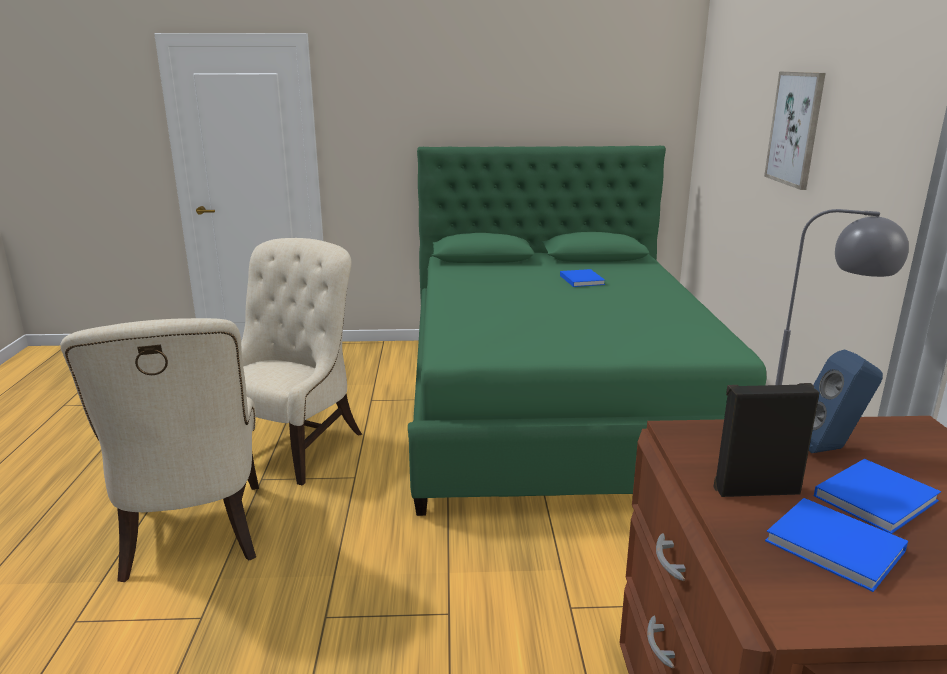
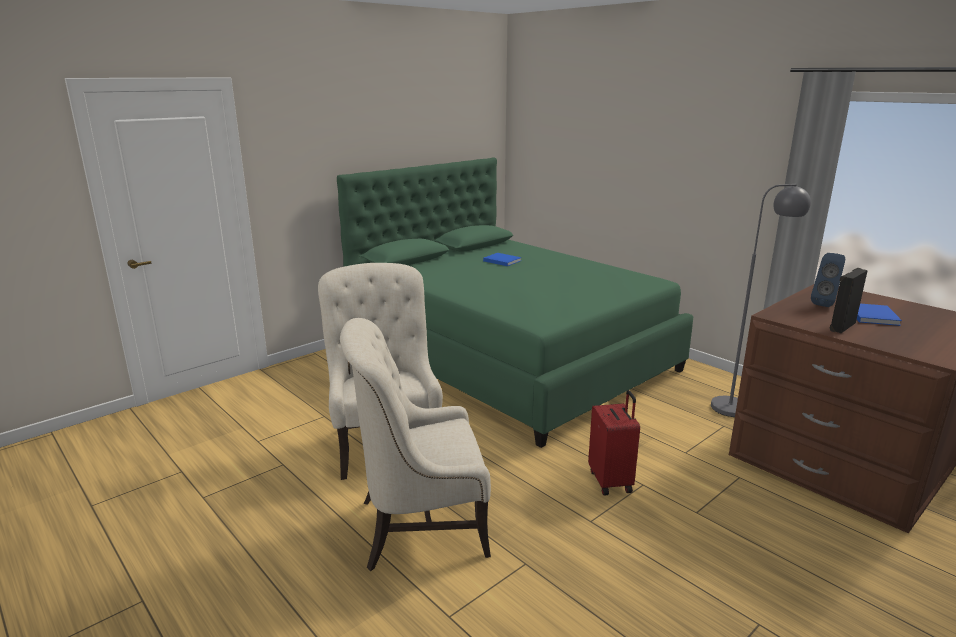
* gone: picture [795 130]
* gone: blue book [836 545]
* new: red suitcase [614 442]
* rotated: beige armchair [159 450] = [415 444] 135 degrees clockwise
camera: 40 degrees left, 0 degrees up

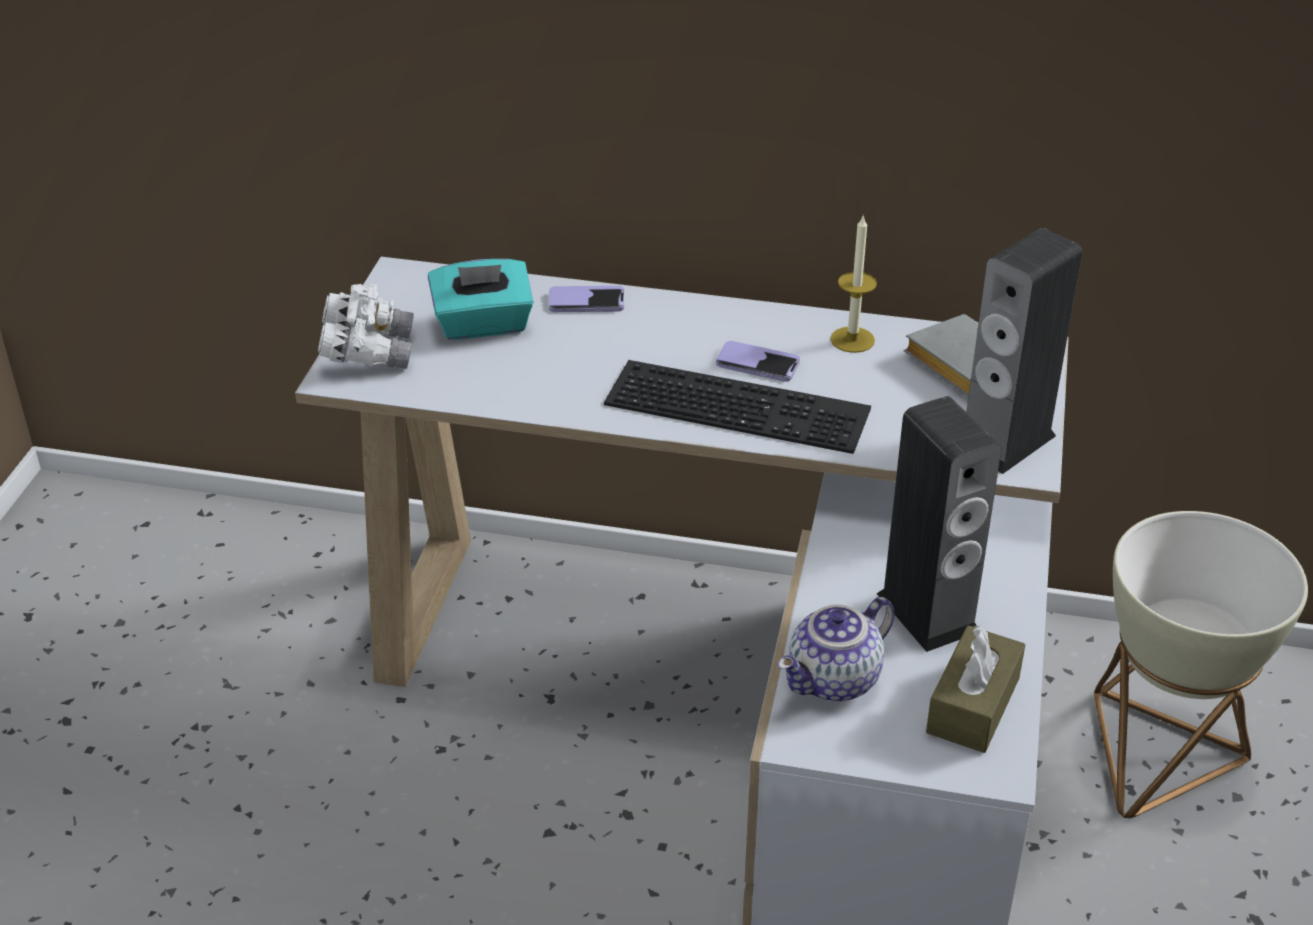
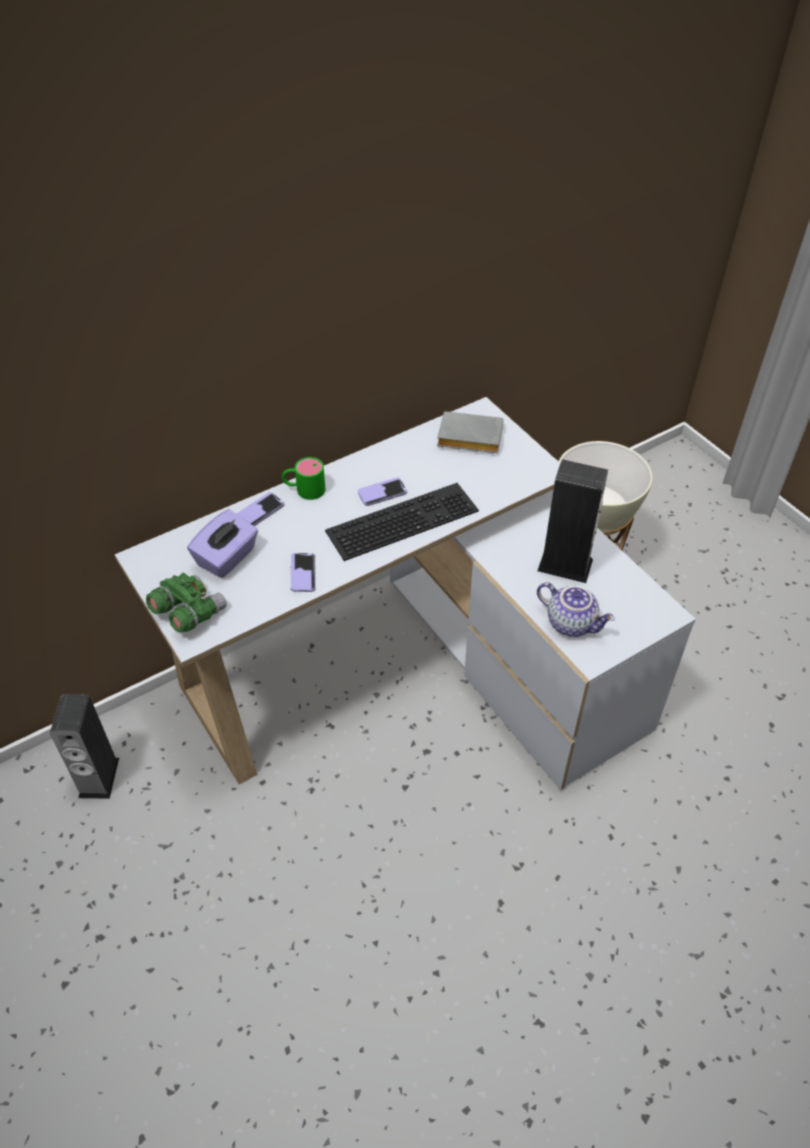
* gone: candle [853 284]
* gone: brown tissue box [975 689]
* new: green mug [304 478]
* new: phone [303 572]
* shifted: speaker [1024 351] to [84 746]
* repainted: white binoculars [366 326] to green binoculars [186 602]
* repainted: turquoise tissue box [481 299] to purple tissue box [222 543]
* rotated: teapot [836 649] = [576 609] 60 degrees counterclockwise
camera: 45 degrees left, 10 degrees up

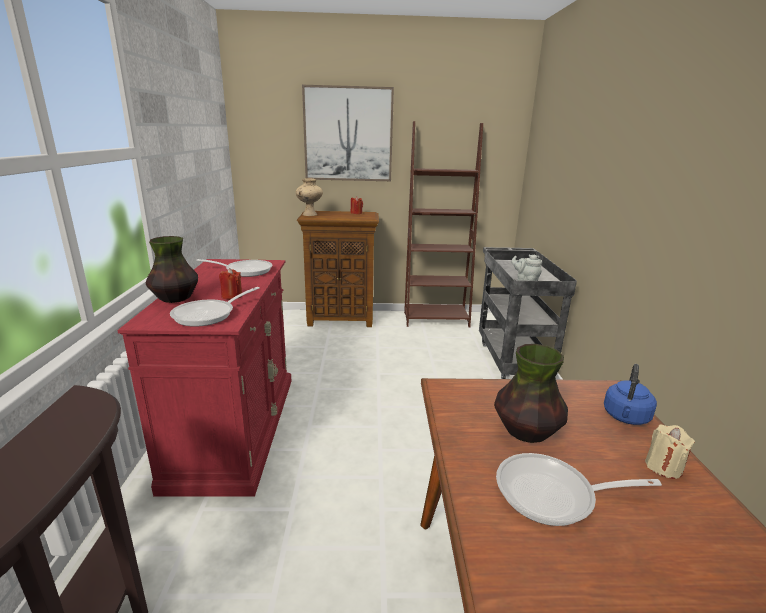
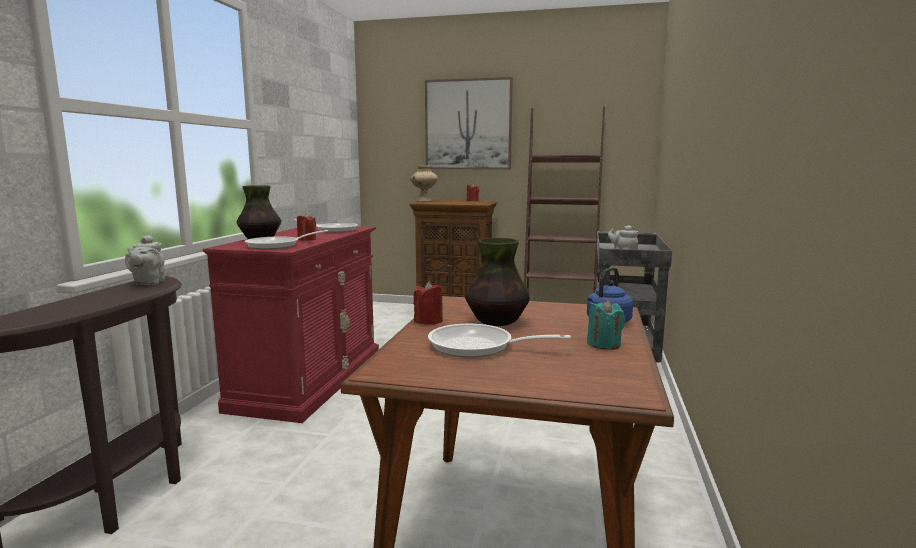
* new: grey teapot [145 260]
* new: red candle [428 303]
* repainted: beige candle [670 451] to turquoise candle [606 325]
camera: 15 degrees right, 10 degrees down

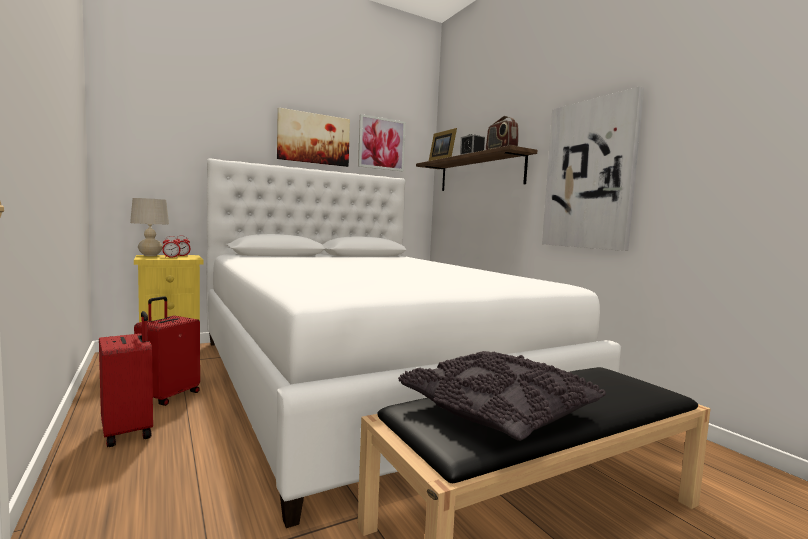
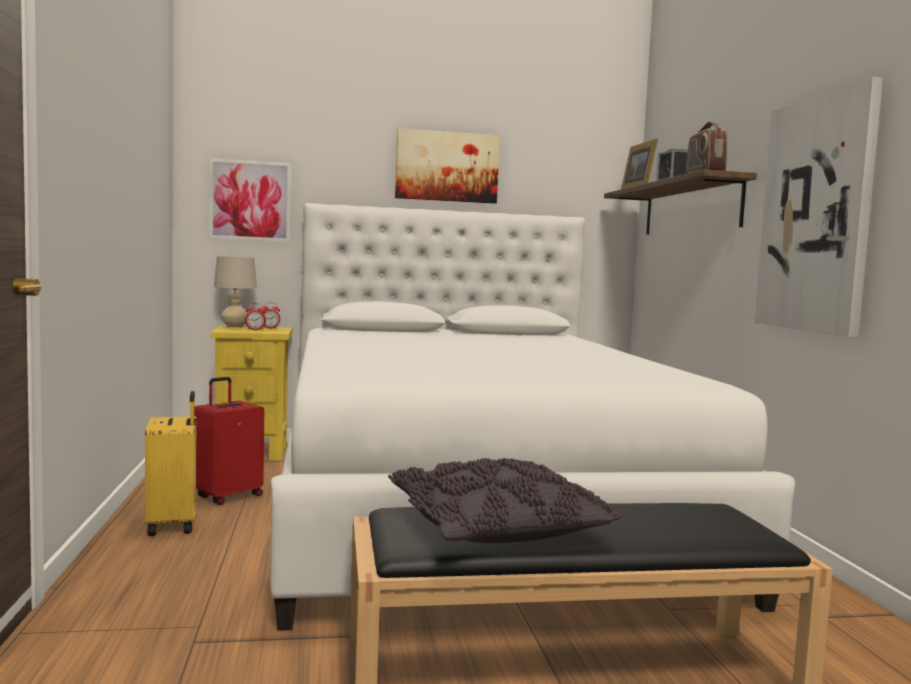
* shifted: picture [382 142] to [250 200]
* repainted: red suitcase [126 379] to yellow suitcase [170 463]
camera: 20 degrees right, 0 degrees up

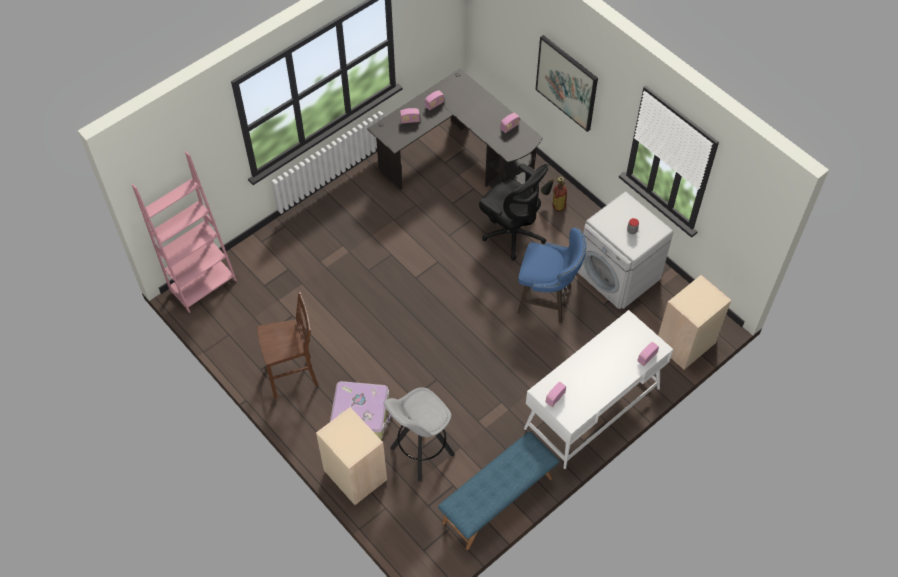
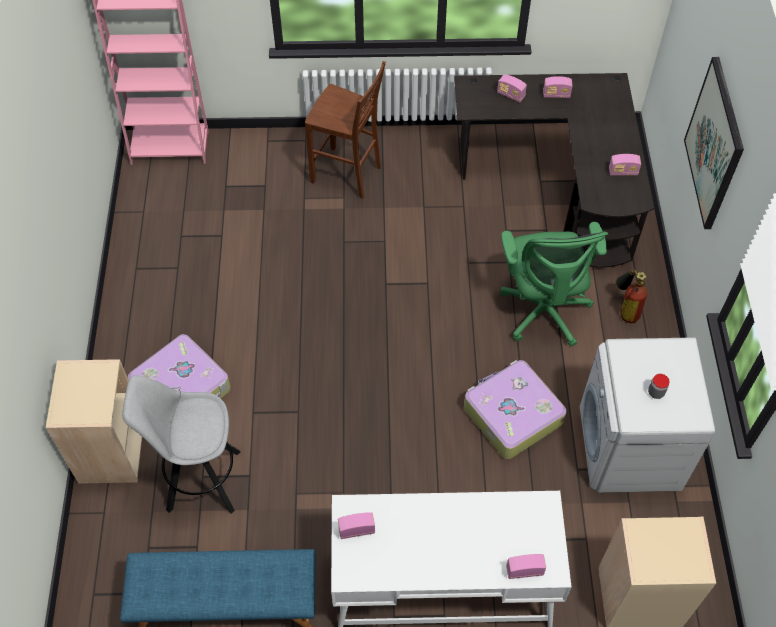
* shifted: brown stool [287 345] to [345 130]
* swapped: blue stool [552 275] to suitcase [515 409]
* repainted: black office chair [514 212] to green office chair [554 284]
camera: 40 degrees right, 0 degrees up

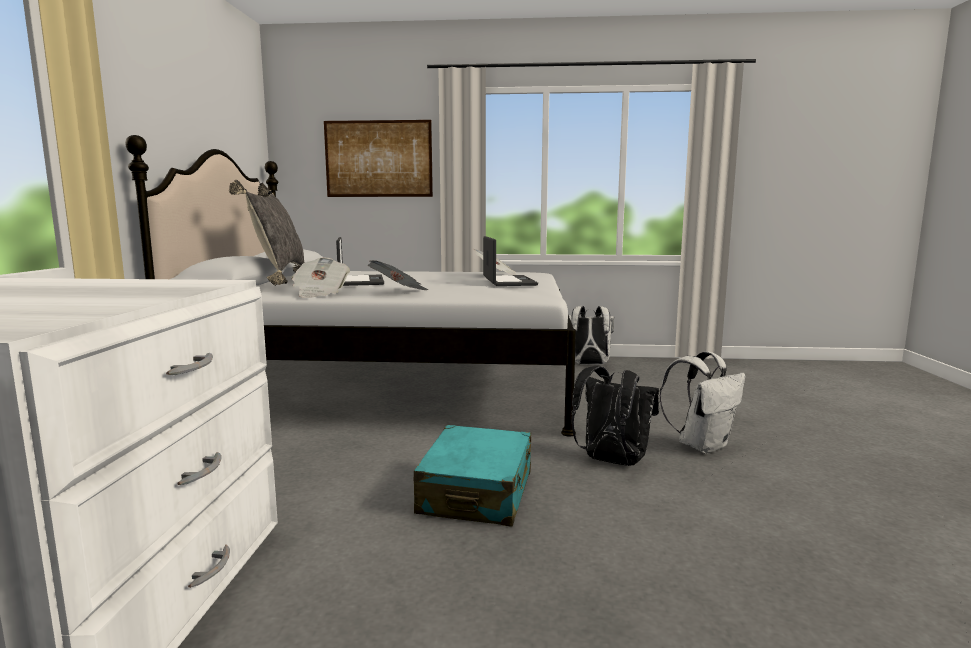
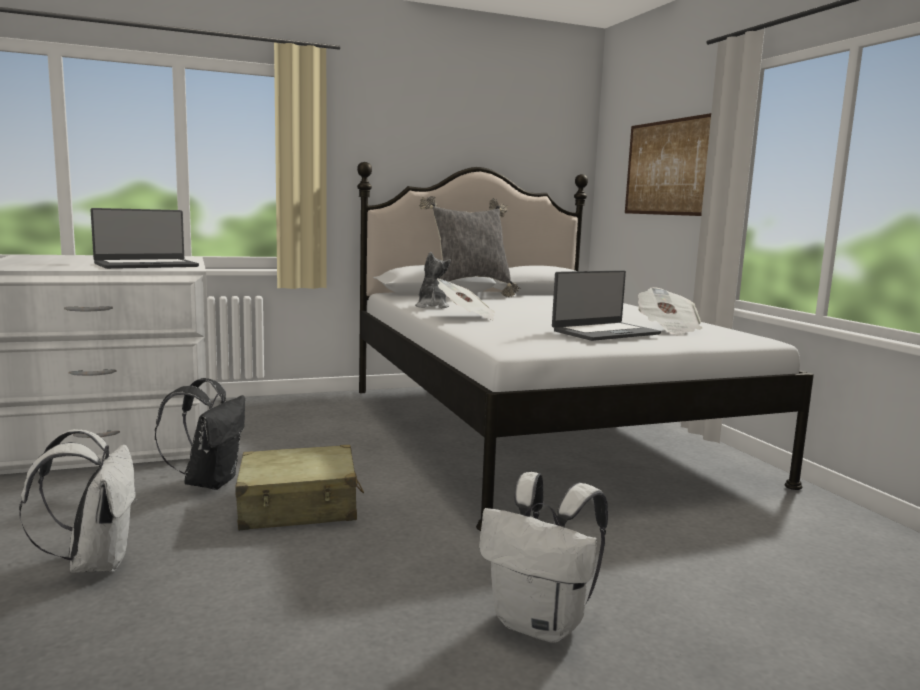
* shifted: laptop [360 261] to [144 238]
* shifted: white backpack [591 335] to [78 501]
* shifted: black backpack [615 416] to [200 434]
* swapped: newspaper [321 277] to plush toy [433 280]
* repainted: turquoise suitcase [472 475] to beige suitcase [299 487]
camera: 65 degrees right, 0 degrees up

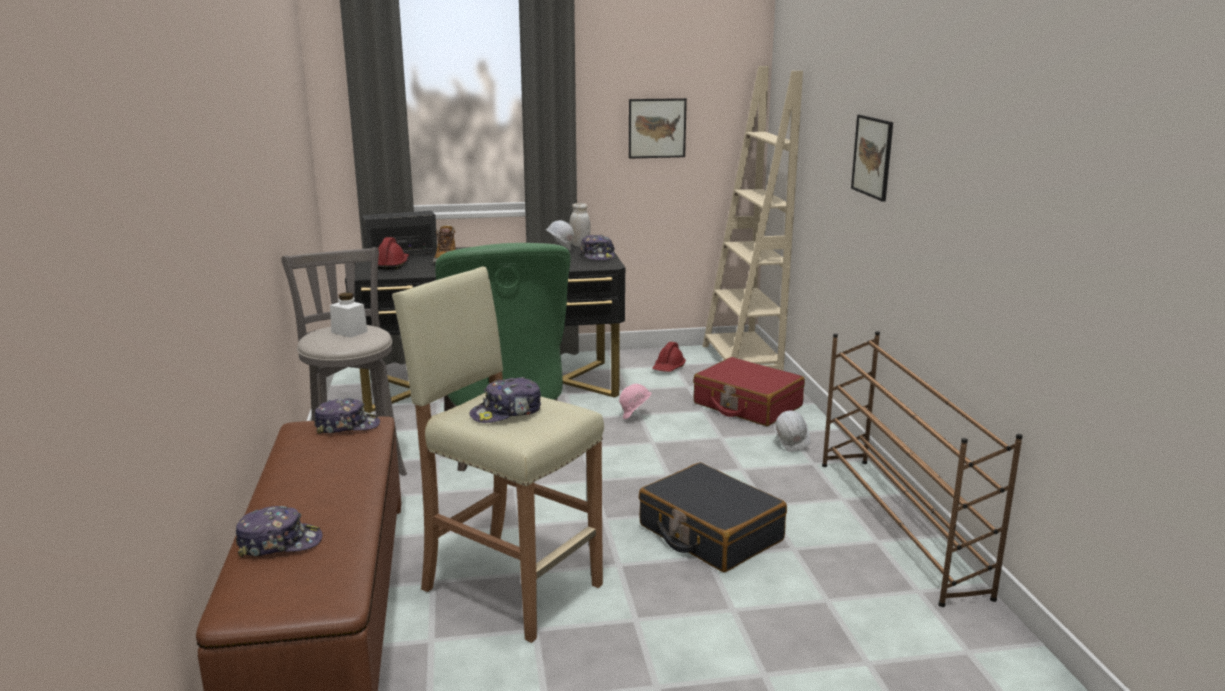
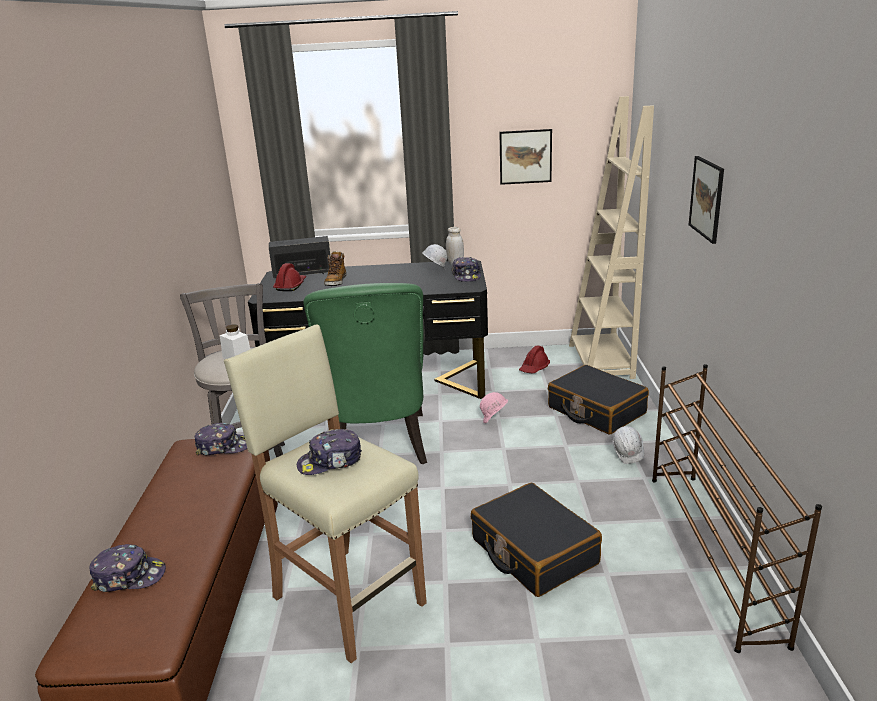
* repainted: red suitcase [749 391] to black suitcase [598 400]
camera: 10 degrees right, 5 degrees up

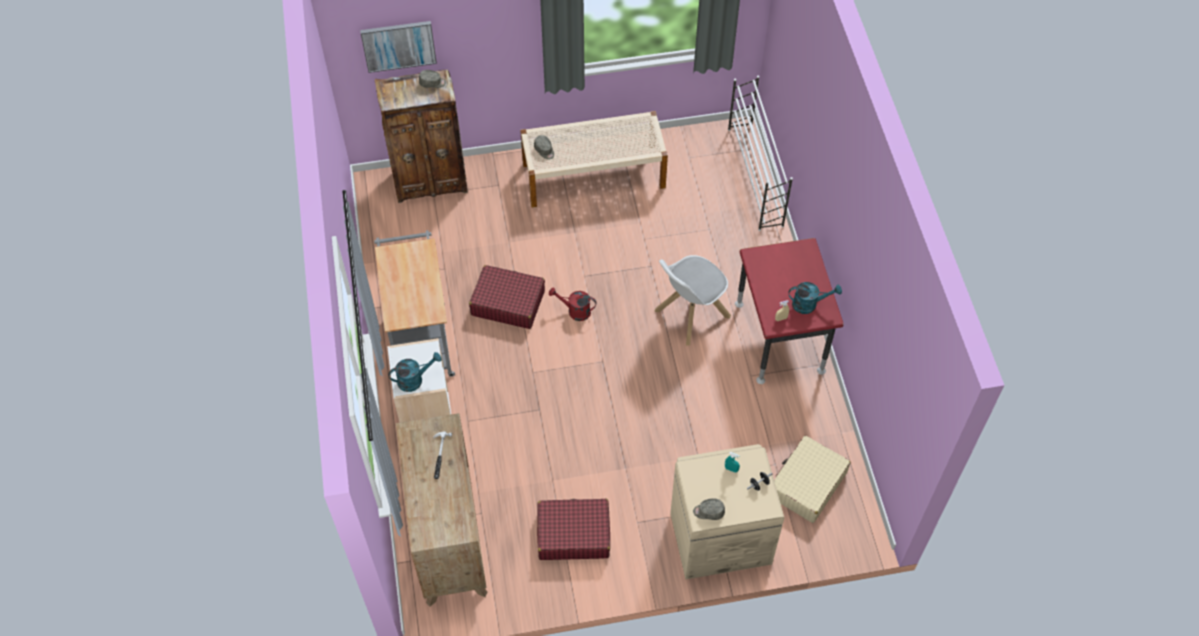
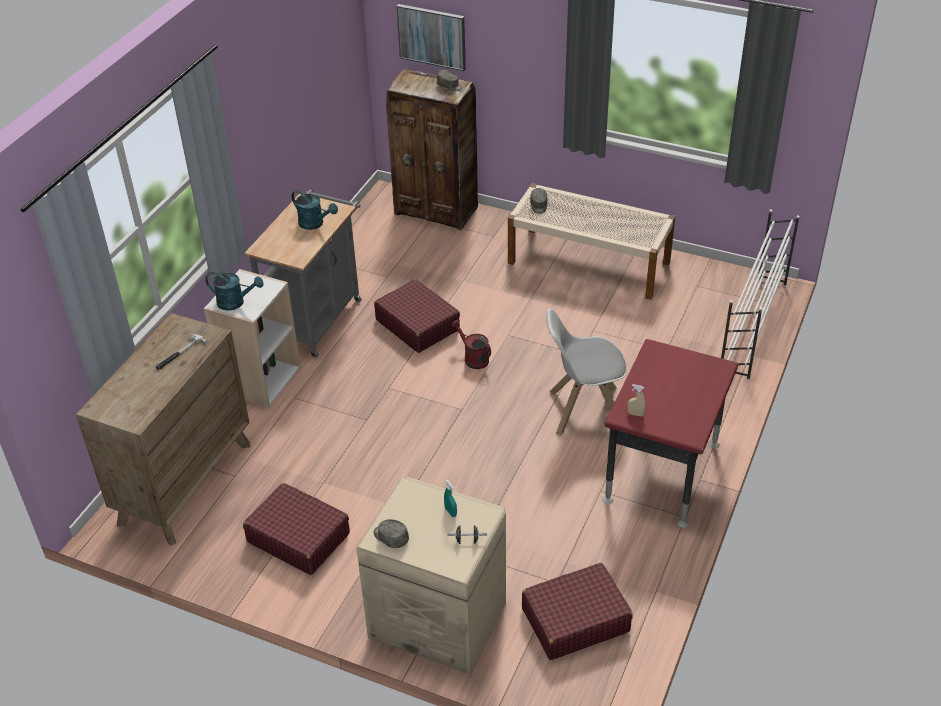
* shifted: turquoise watering can [815 298] to [315 210]
* repainted: beige suitcase [812 479] to red suitcase [577 611]
camera: 35 degrees right, 15 degrees down

